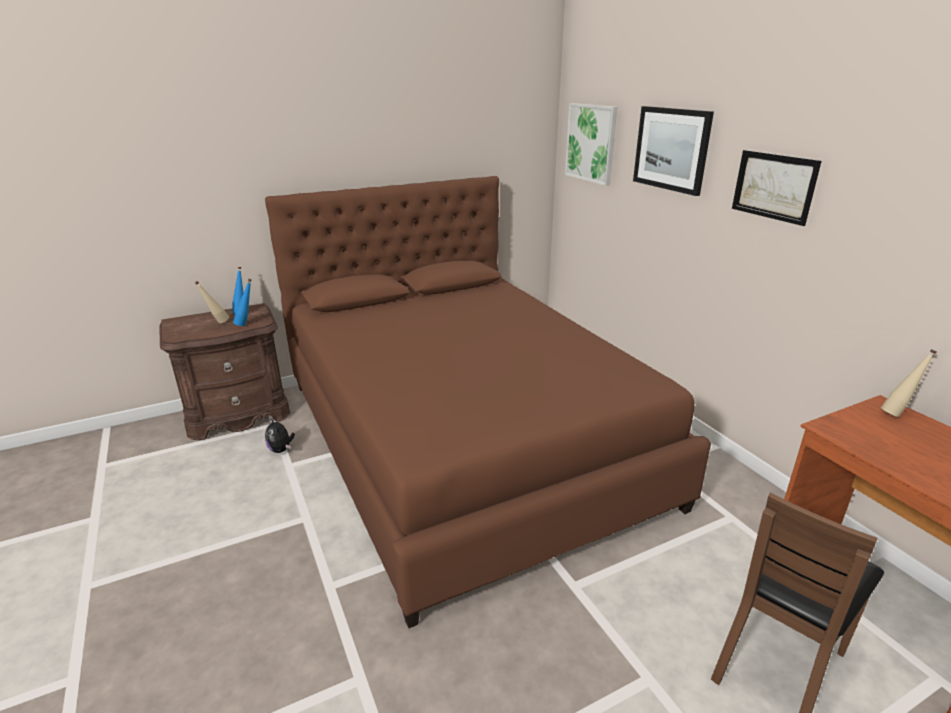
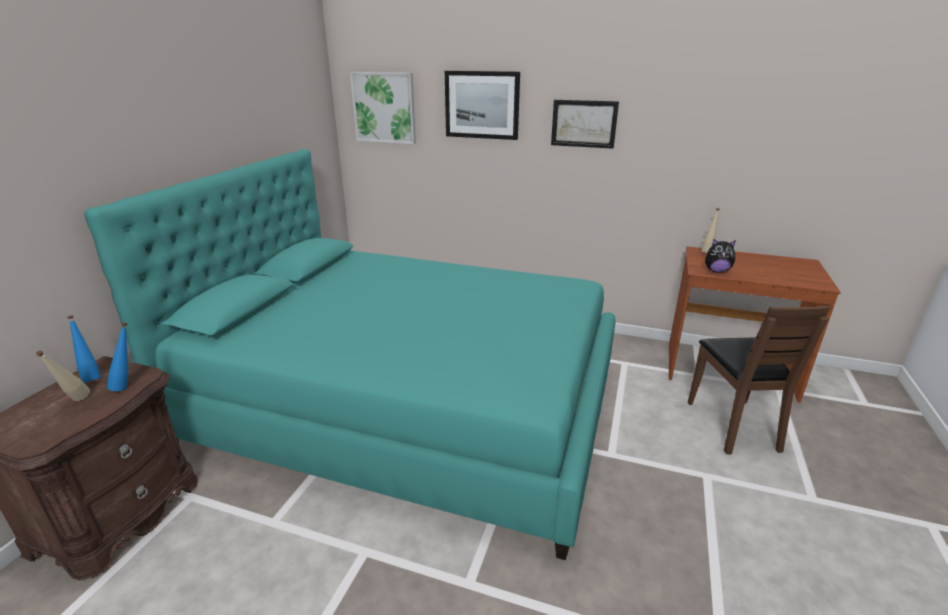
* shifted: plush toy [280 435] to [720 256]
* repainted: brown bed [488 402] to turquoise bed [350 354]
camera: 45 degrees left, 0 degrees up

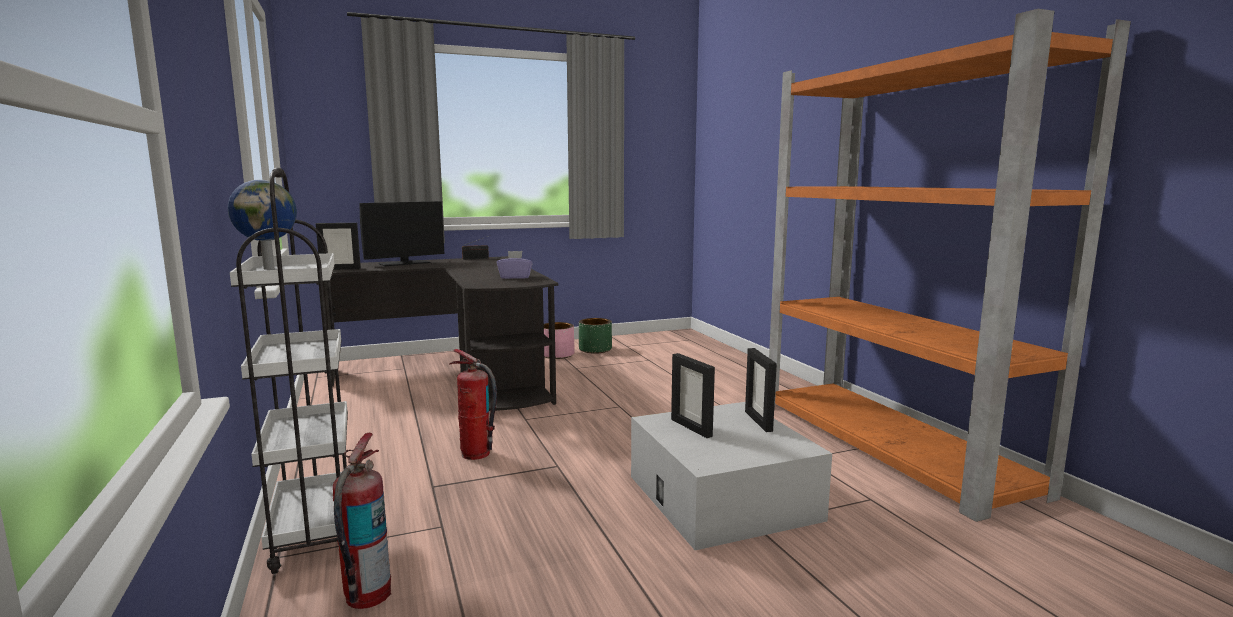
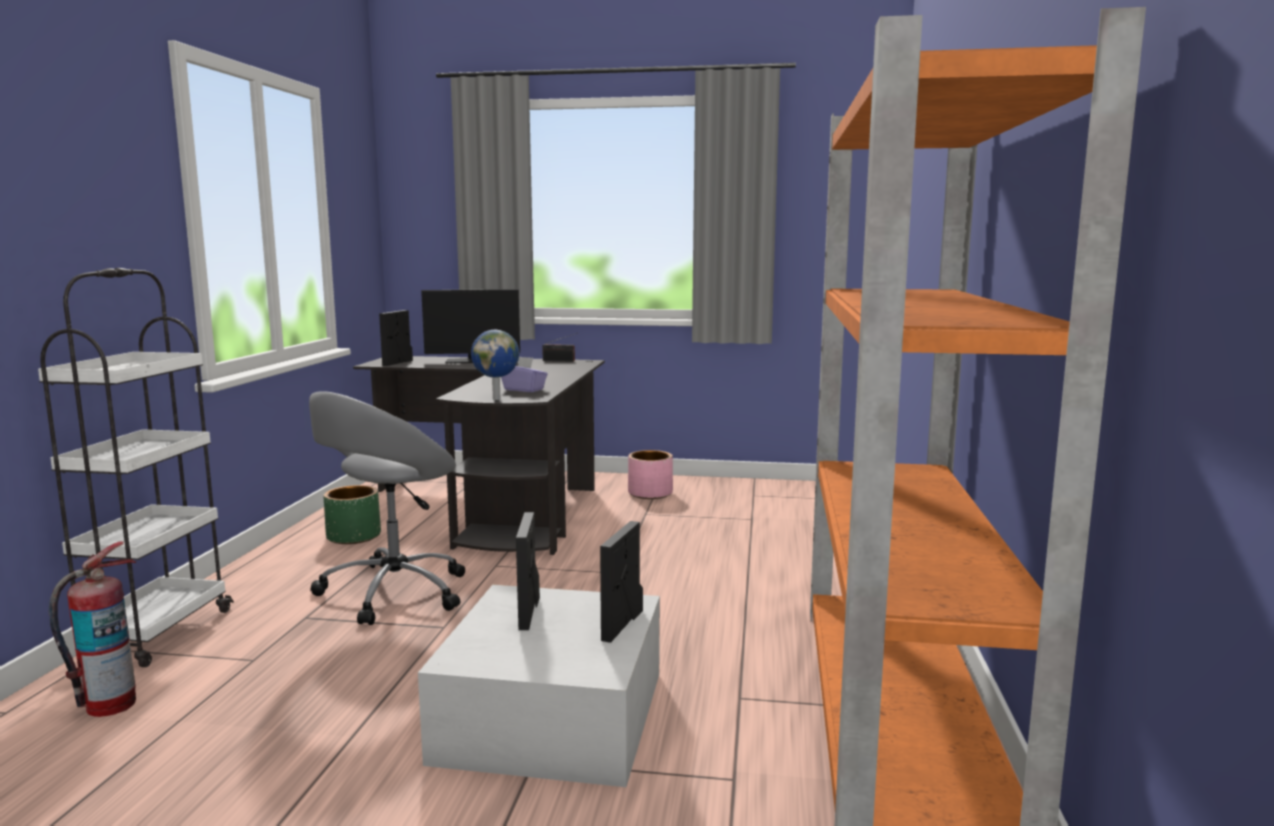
* shifted: globe [262 224] to [495 365]
* shifted: green planter [595 336] to [352 514]
* swapped: fire extinguisher [473 404] to grey office chair [387 508]
* rotated: picture frame [338 246] = [396 338] 90 degrees clockwise
camera: 30 degrees right, 0 degrees up

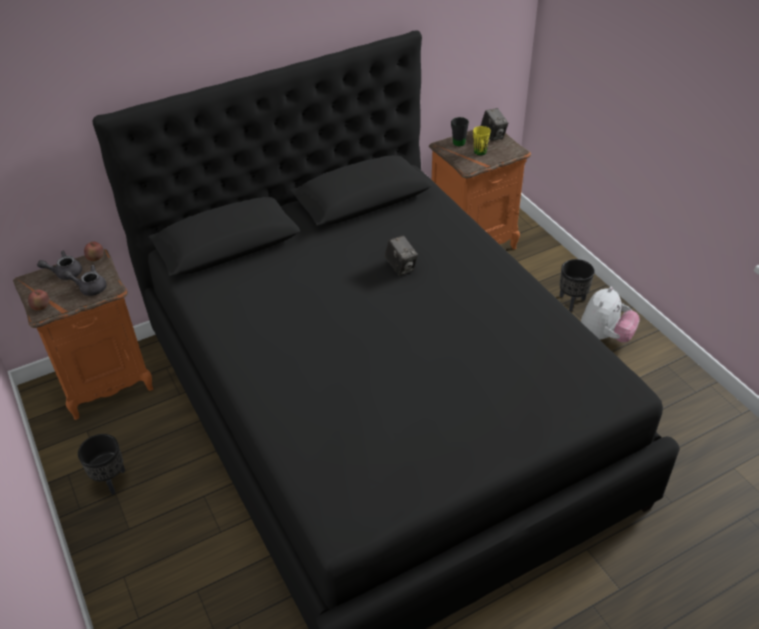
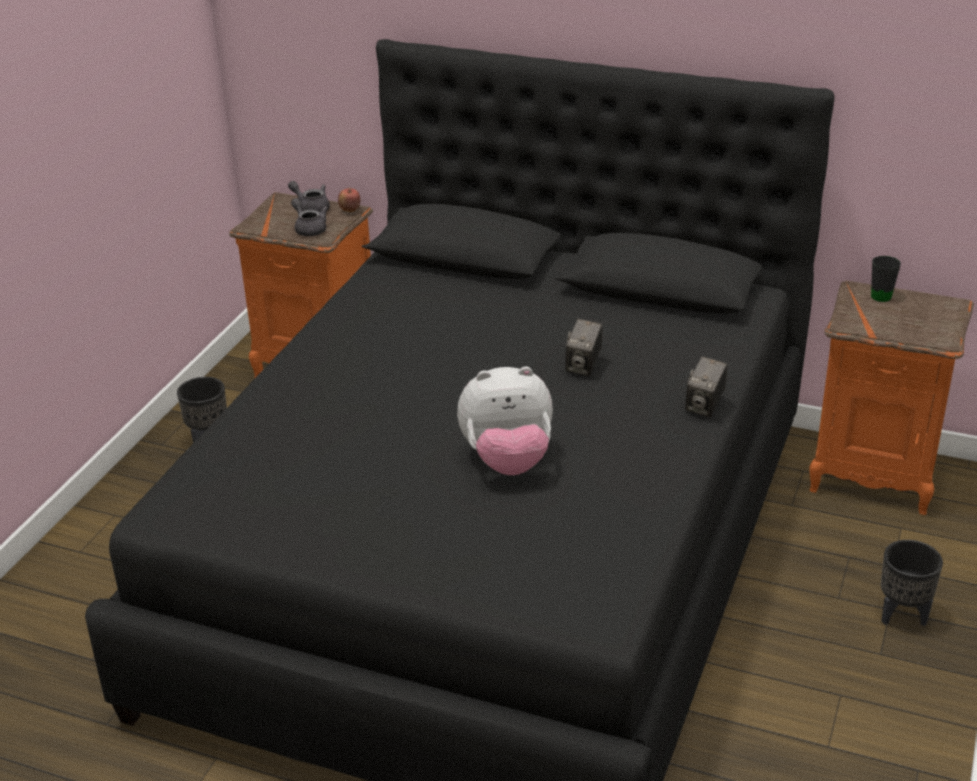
* gone: apple [38 300]
* gone: yellow mug [482 140]
* shifted: photo camera [494 124] to [706 386]
* shifted: plush toy [610 314] to [505 421]
camera: 50 degrees right, 10 degrees down

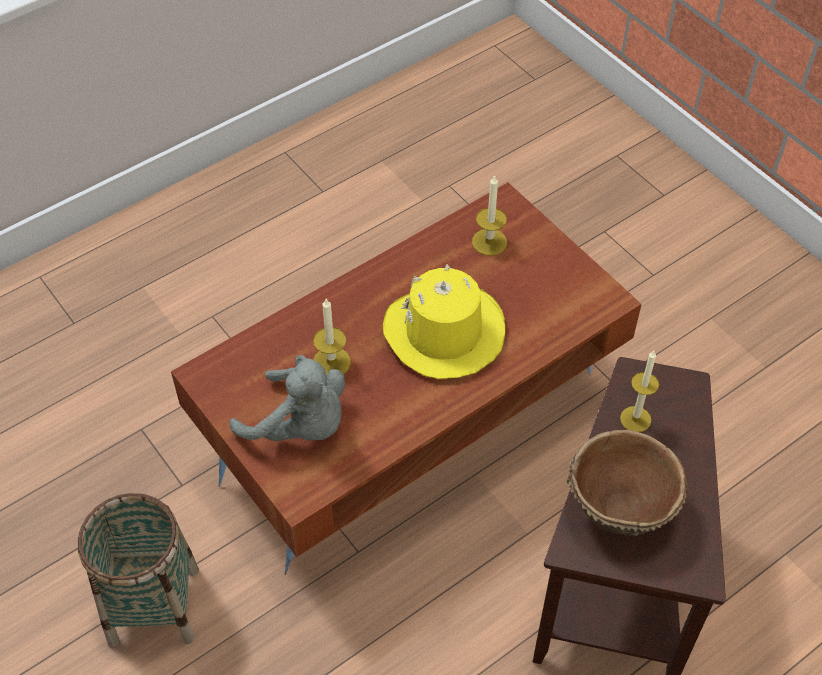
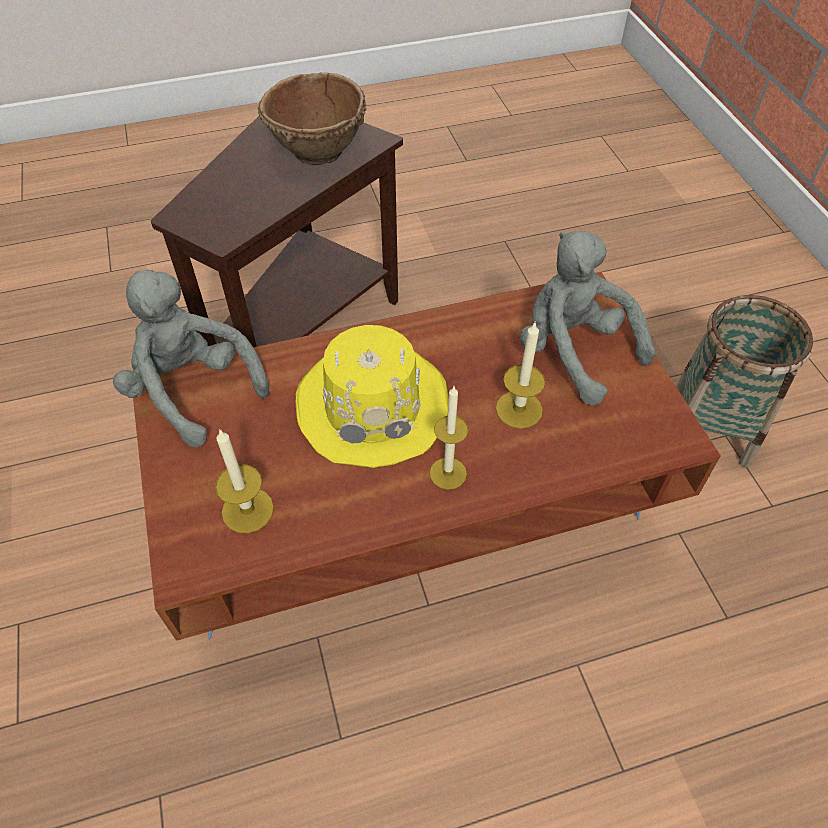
* new: grey plush toy [191 358]
* shifted: candle [639 391] to [449 438]
camera: 160 degrees left, 0 degrees up

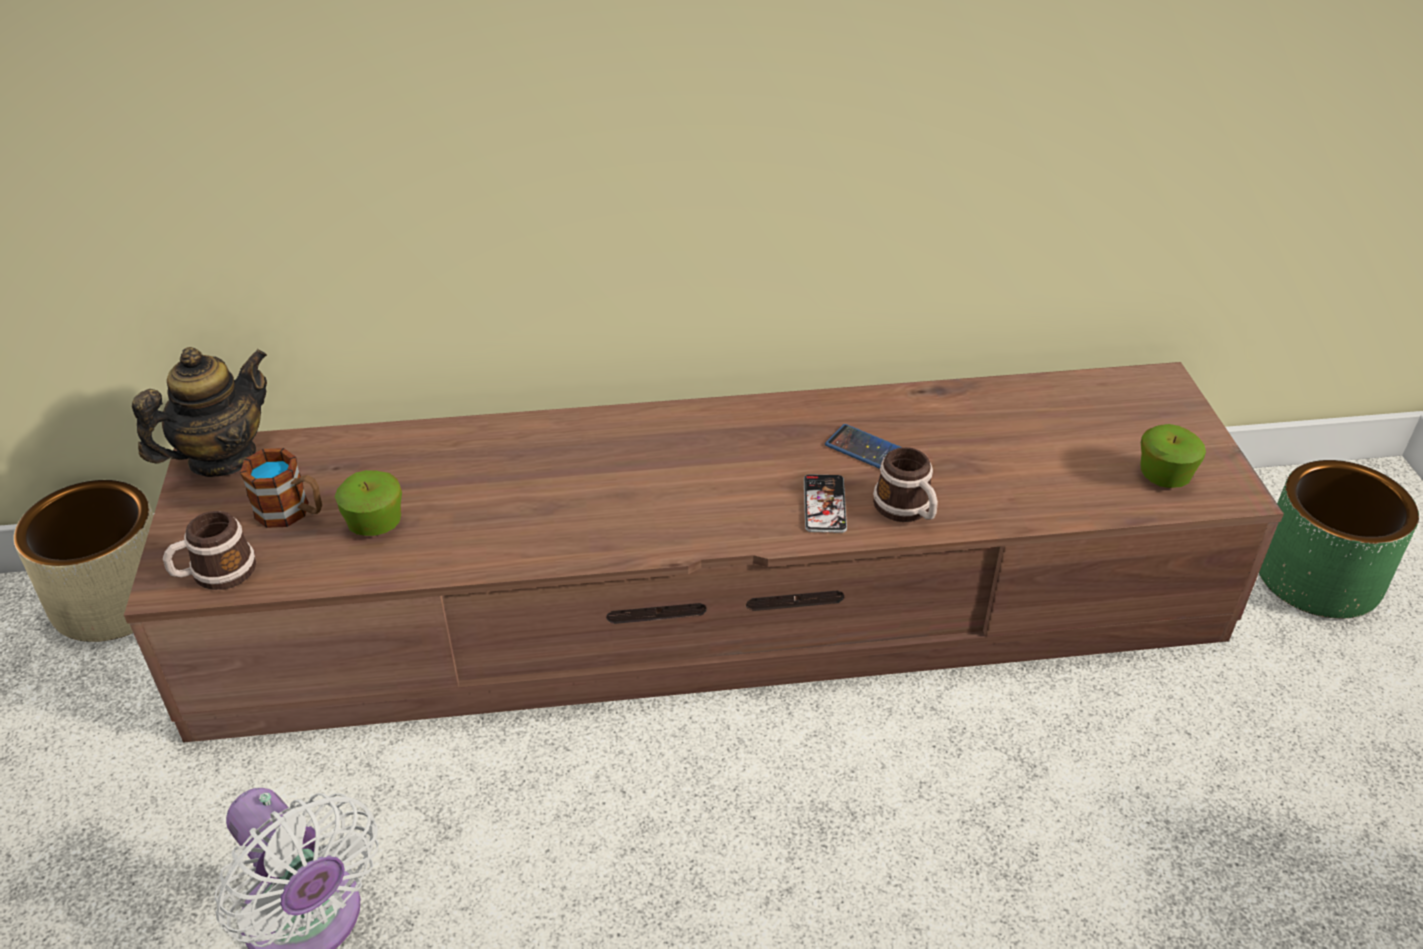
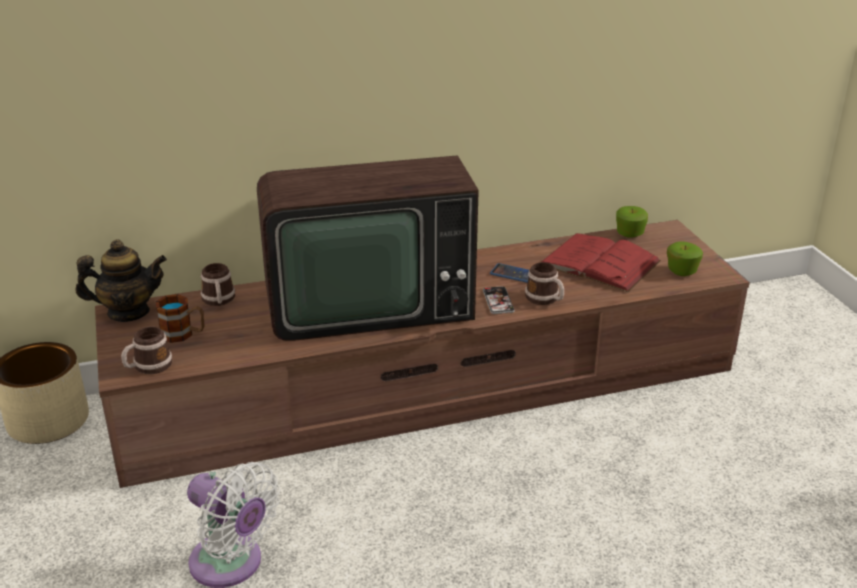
* gone: green planter [1339 539]
* new: mug [218 284]
* new: television [368 248]
* new: red book [601 262]
* shifted: apple [368 503] to [632 222]
* rotated: teapot [199 412] = [121 280] 45 degrees clockwise
camera: 10 degrees left, 10 degrees down

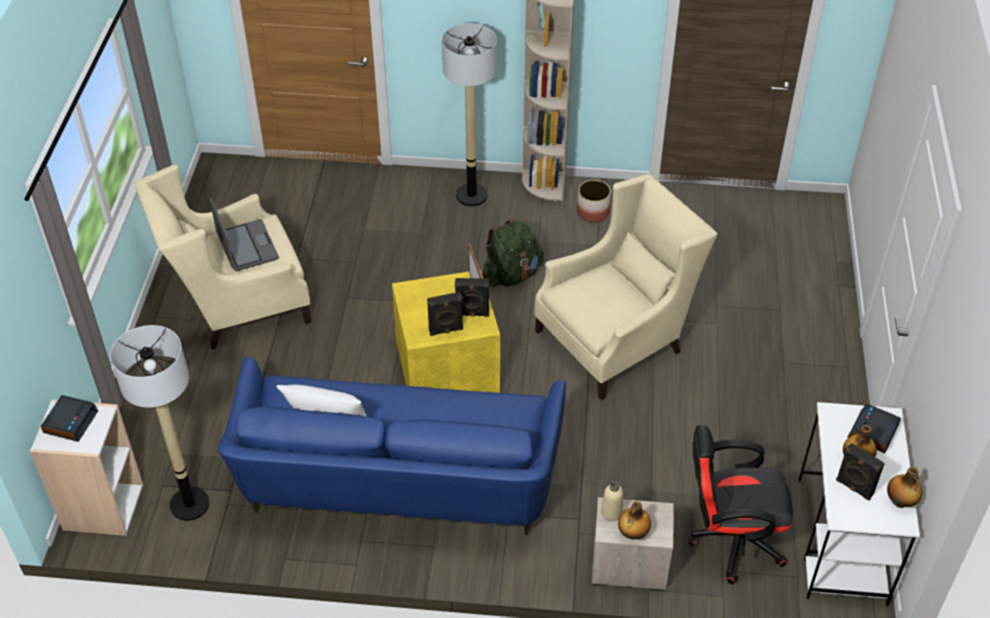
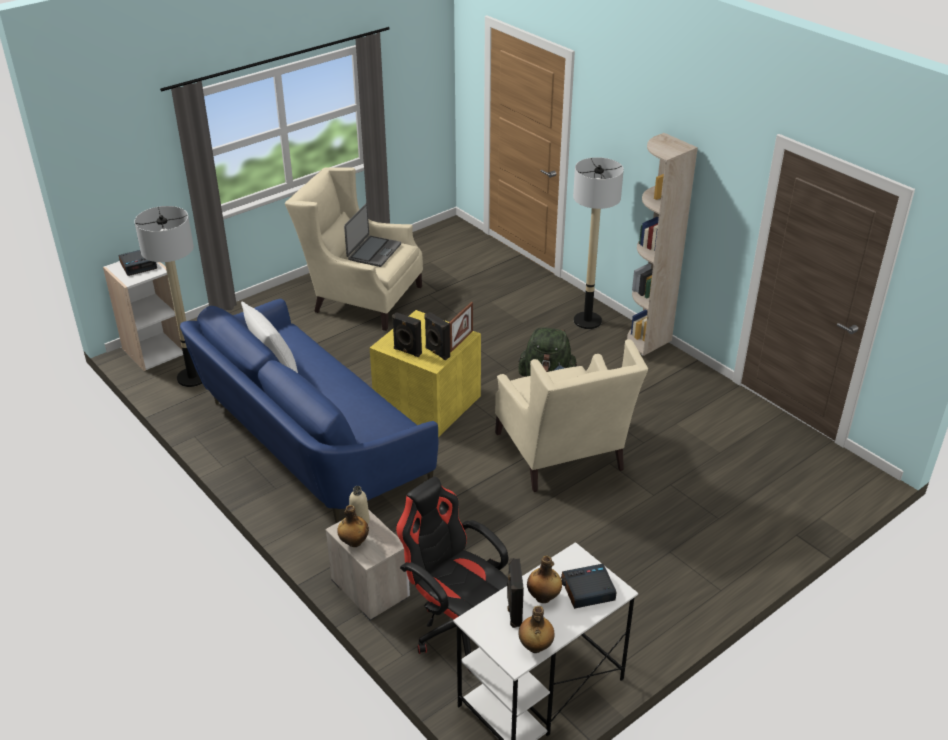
* gone: planter [594 201]
* rotated: beige armchair [625 287] = [571 415] 60 degrees clockwise
camera: 45 degrees right, 10 degrees down

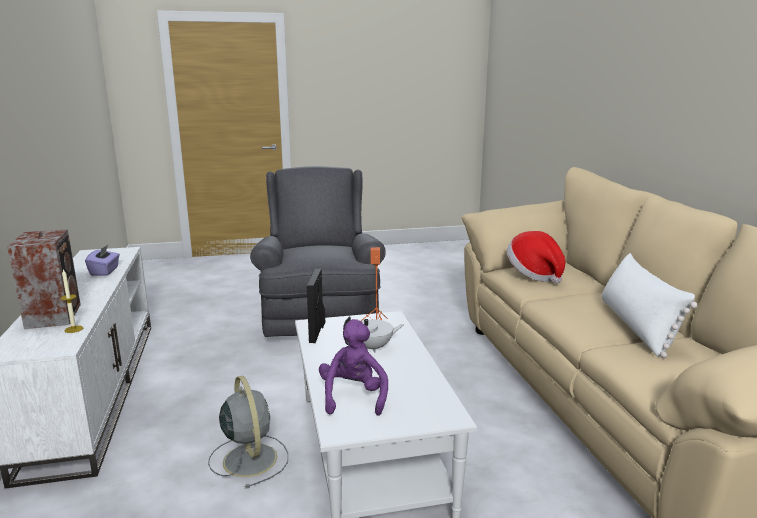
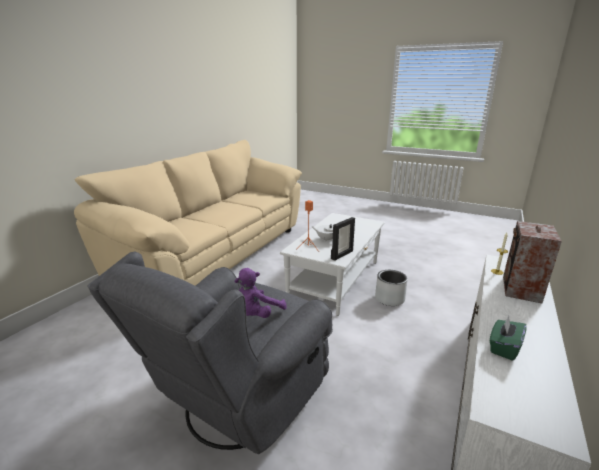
* gone: hat [536 257]
* gone: white pillow [650 305]
* shifted: purple plush toy [353 367] to [260 293]
* swapped: grey fan [248 432] to grey planter [391 288]
* repainted: purple tissue box [102 260] to green tissue box [508 338]
camera: 140 degrees left, 5 degrees up

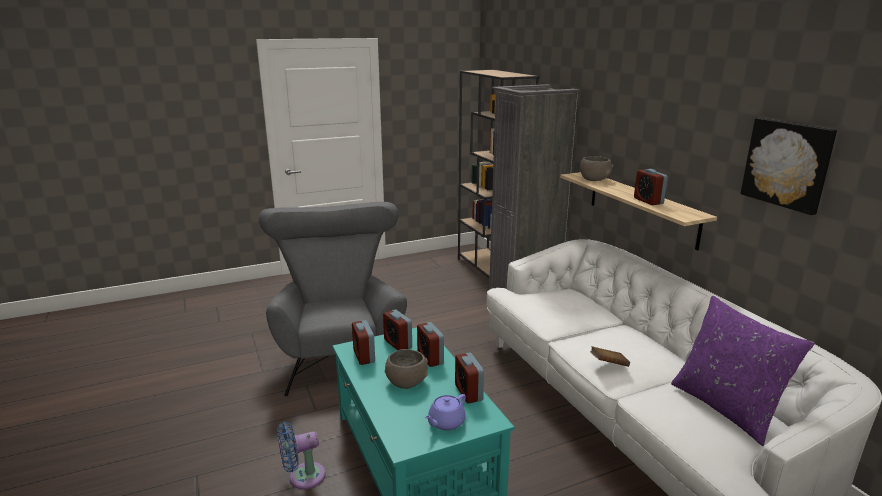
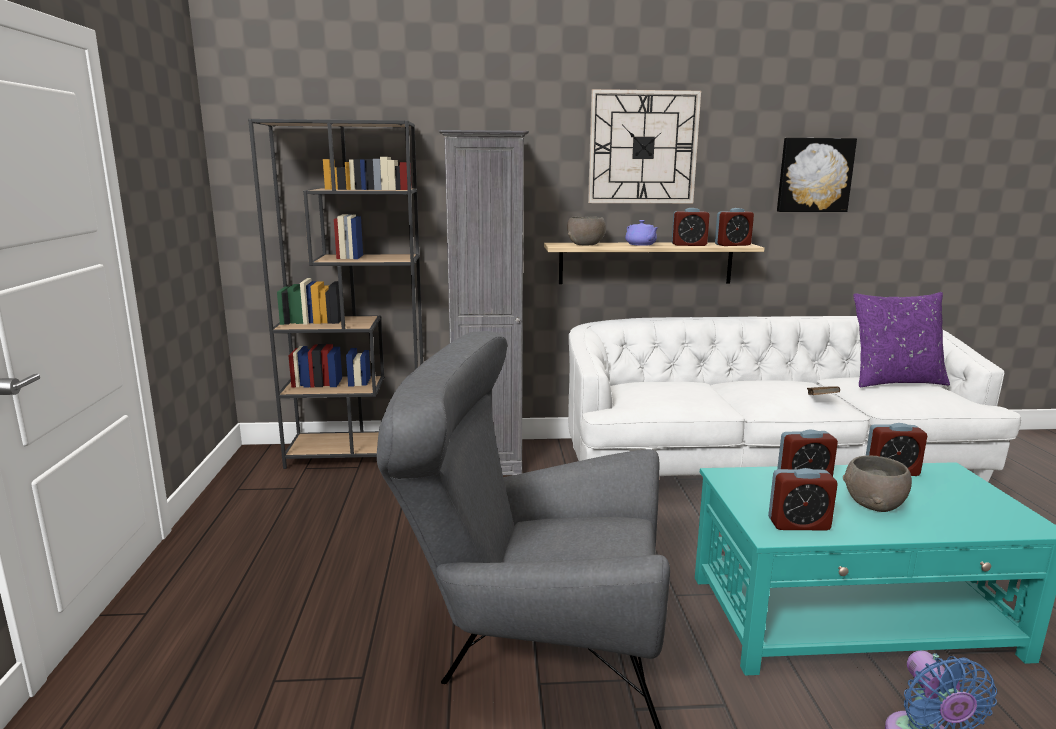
* new: wall clock [644 146]
* shifted: alarm clock [397 330] to [734 227]
* shifted: purple teapot [445 412] to [642 233]
camera: 70 degrees left, 5 degrees down

